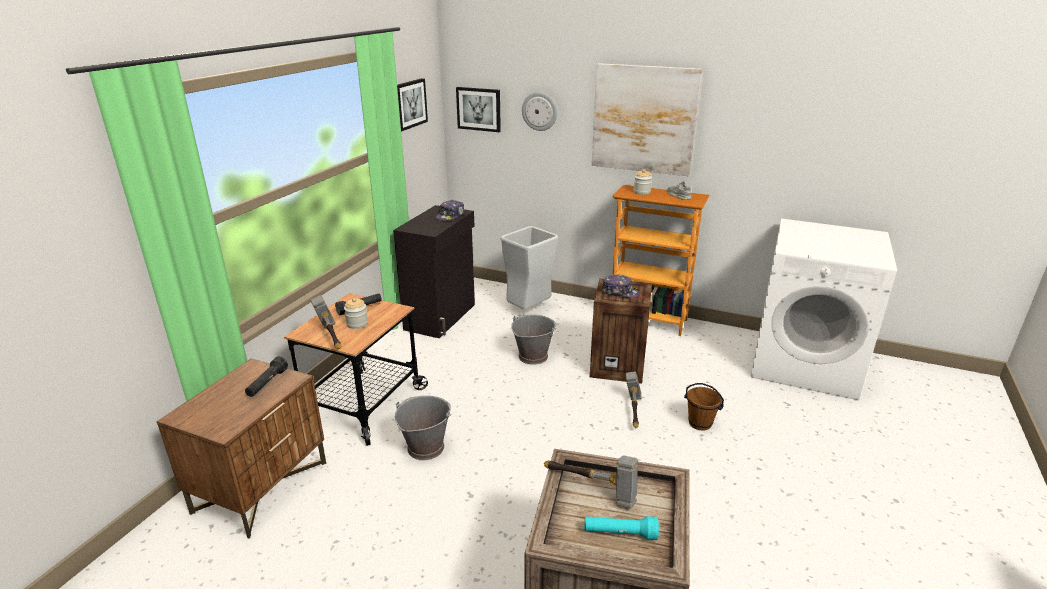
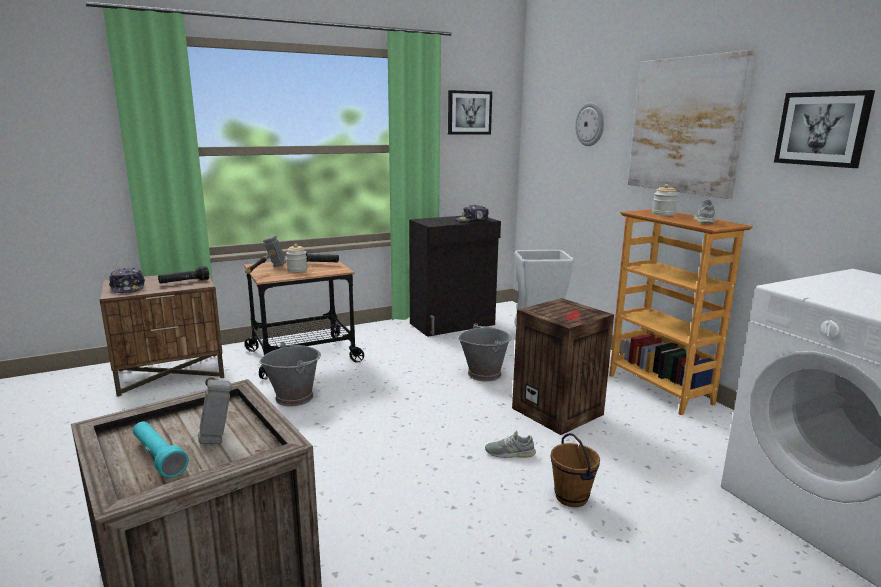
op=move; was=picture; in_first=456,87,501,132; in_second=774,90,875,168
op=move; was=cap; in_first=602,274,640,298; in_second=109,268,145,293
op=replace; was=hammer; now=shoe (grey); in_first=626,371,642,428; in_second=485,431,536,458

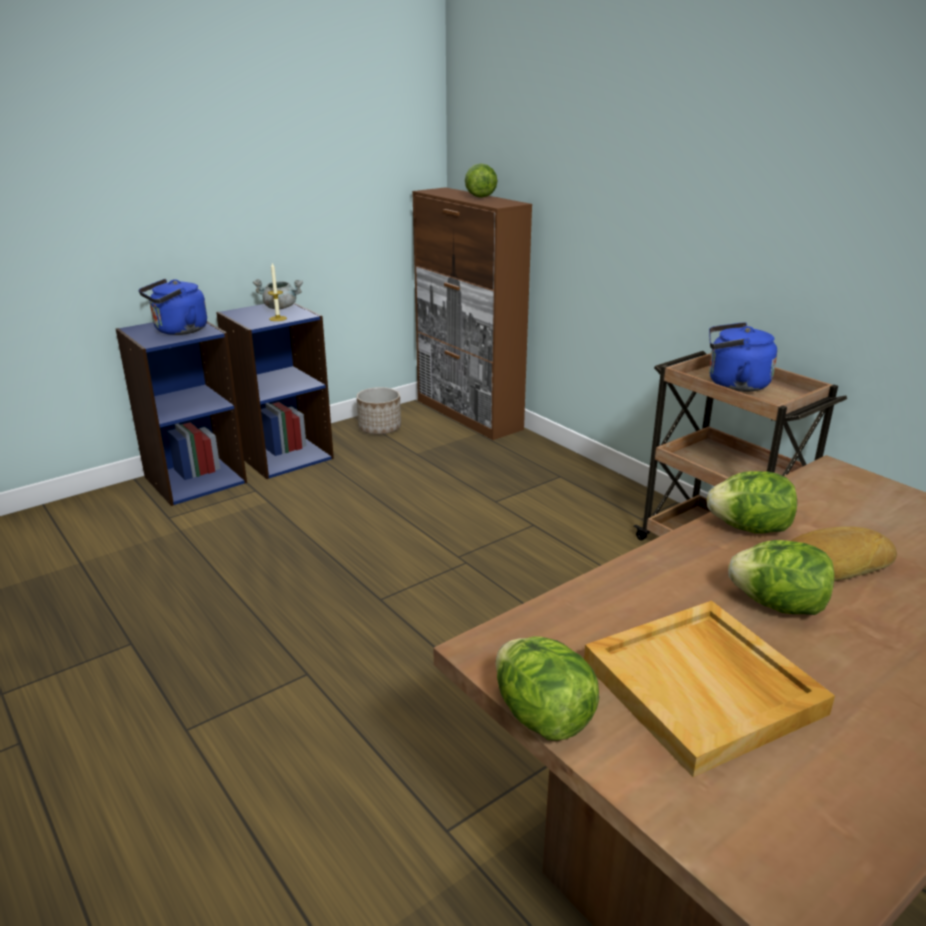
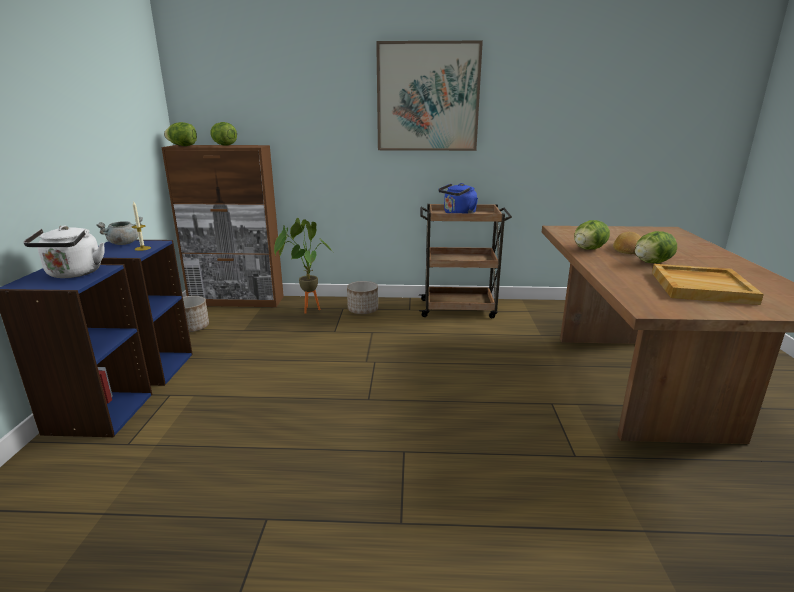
op=recolor; was=kettle (blue); now=kettle (white); in_first=138,279,207,335; in_second=23,225,105,278
op=move; was=lettuce; in_first=495,636,599,741; in_second=164,122,197,146
op=insert; now=potted plant; in_second=274,218,333,314
op=insert; now=planter; in_second=347,281,378,314
op=insert; now=picture; in_second=376,41,483,151

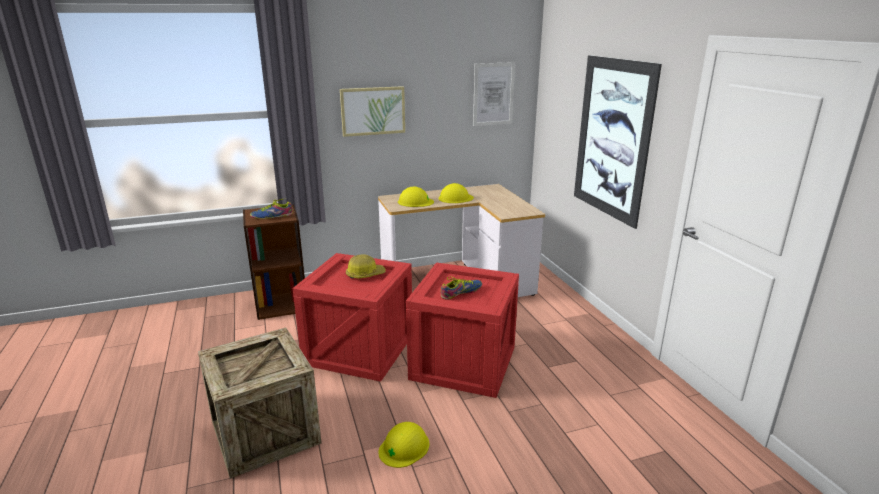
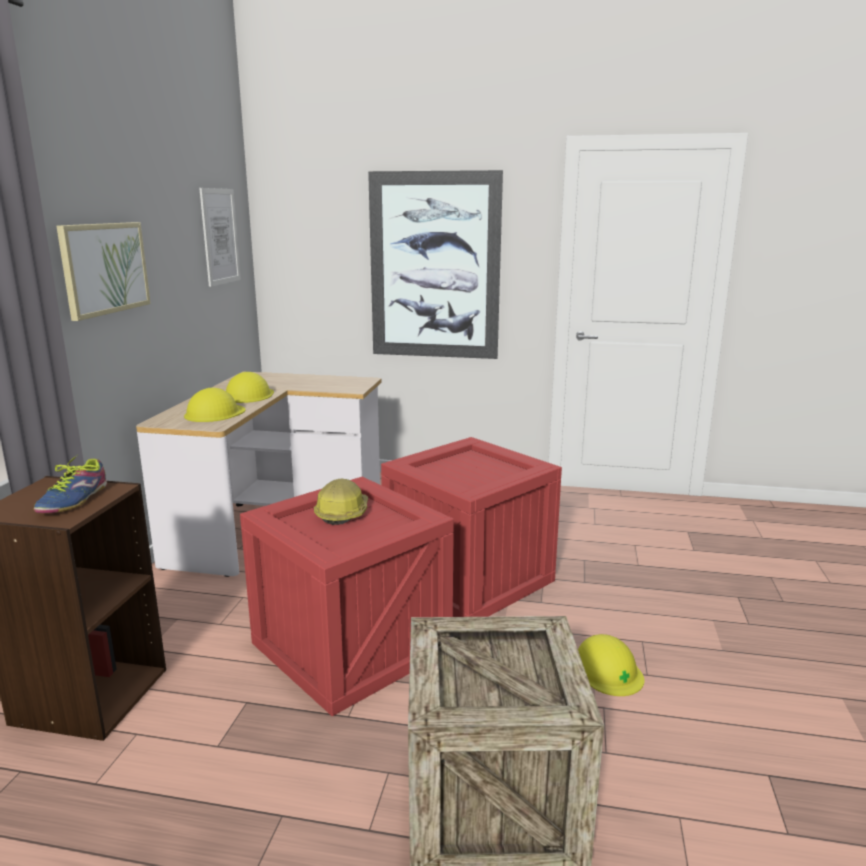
op=delete; was=shoe; in_first=441,277,482,300

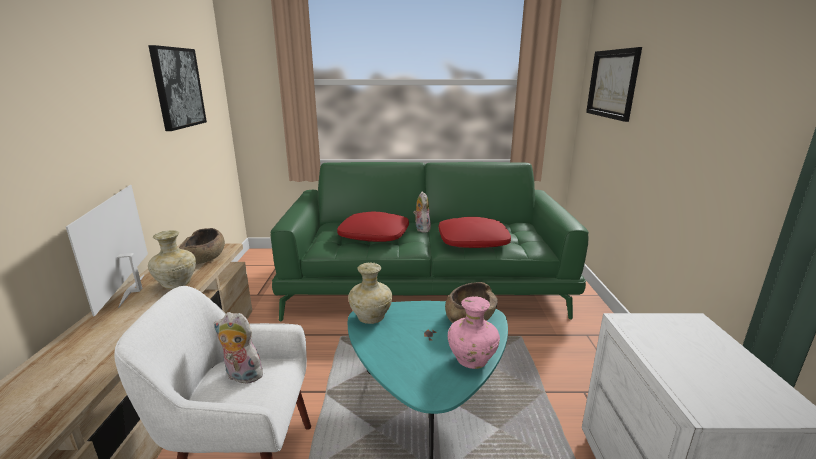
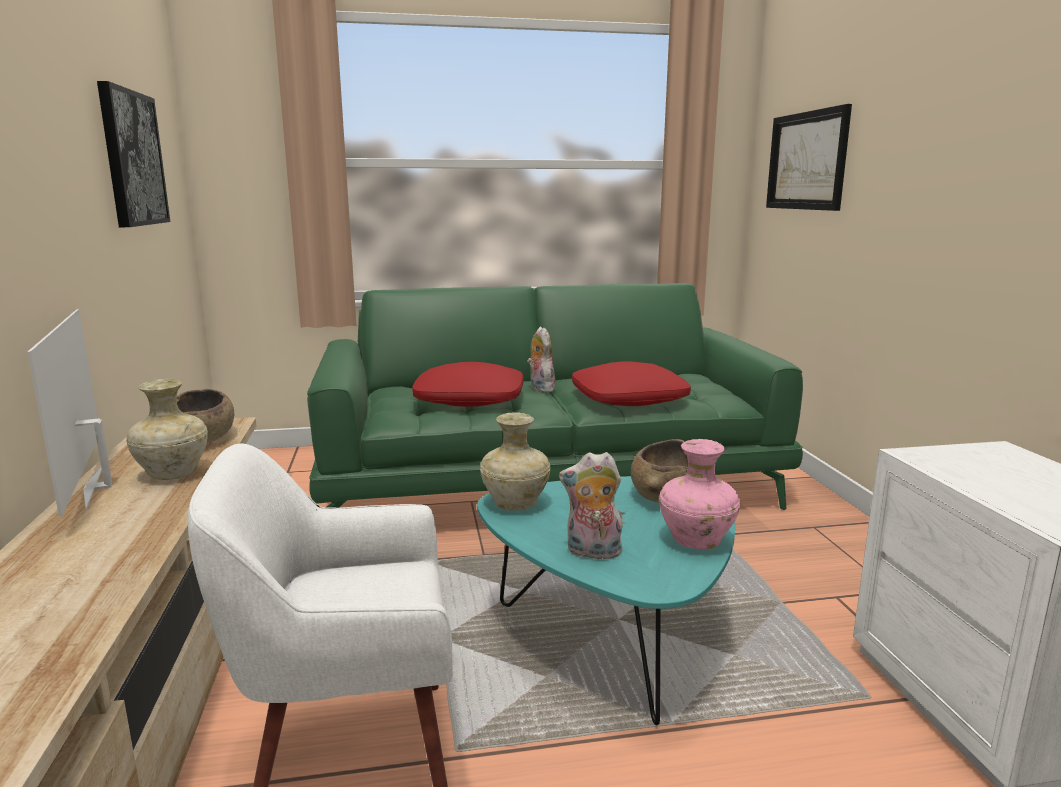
op=move; was=plush toy; in_first=214,312,263,384; in_second=559,452,623,559

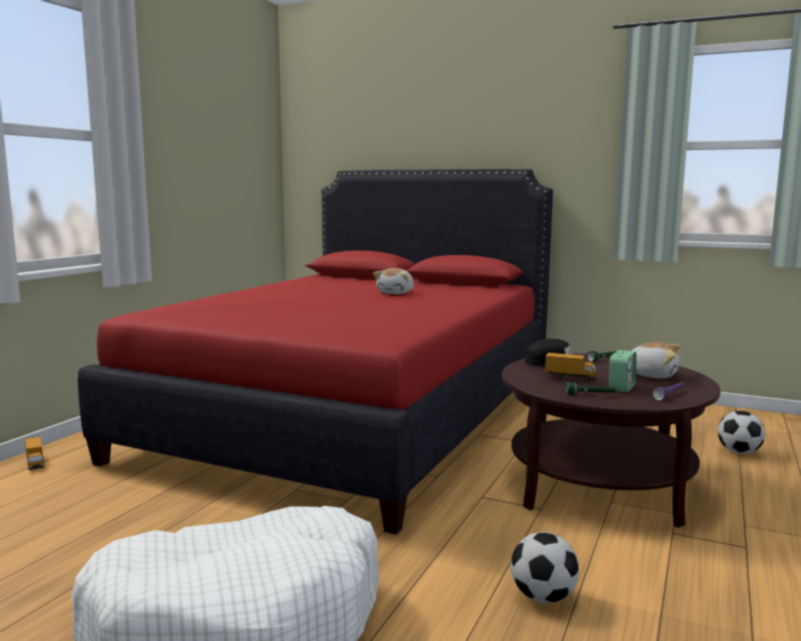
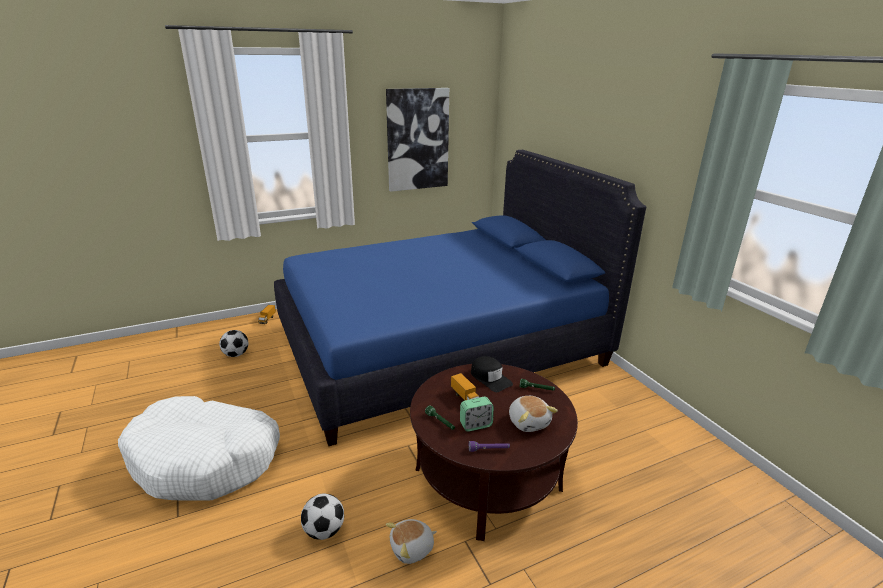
op=recolor; was=bed (red); now=bed (blue); in_first=78,169,553,535; in_second=274,150,646,446
op=move; was=plush toy; in_first=373,268,414,294; in_second=386,519,437,564
op=move; was=football; in_first=718,411,765,454; in_second=219,330,249,357
op=insert; now=picture; in_second=386,88,449,192

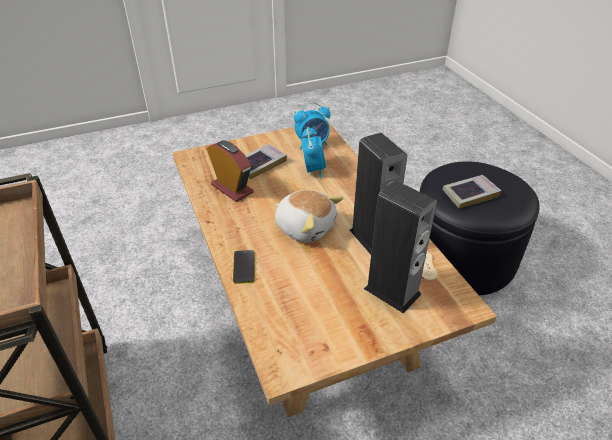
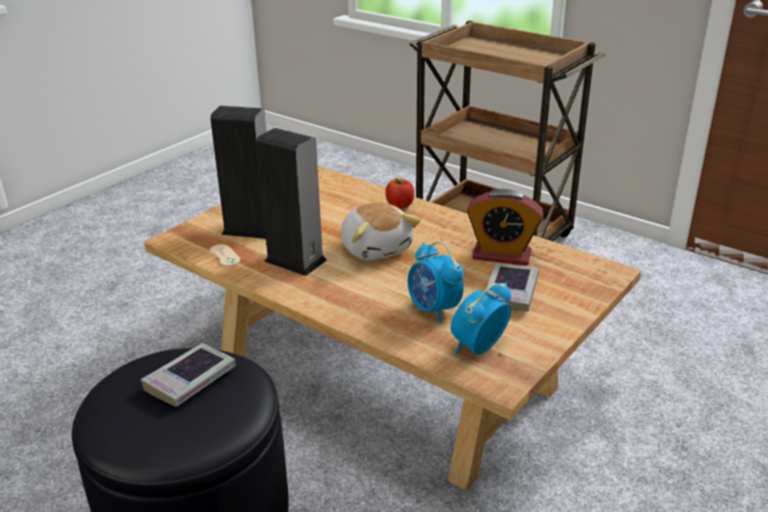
op=replace; was=phone; now=apple; in_first=233,250,255,284; in_second=385,178,414,209
op=rotate; was=plush toy; in_first=275,190,343,242; in_second=341,202,421,260; clockwise=-120

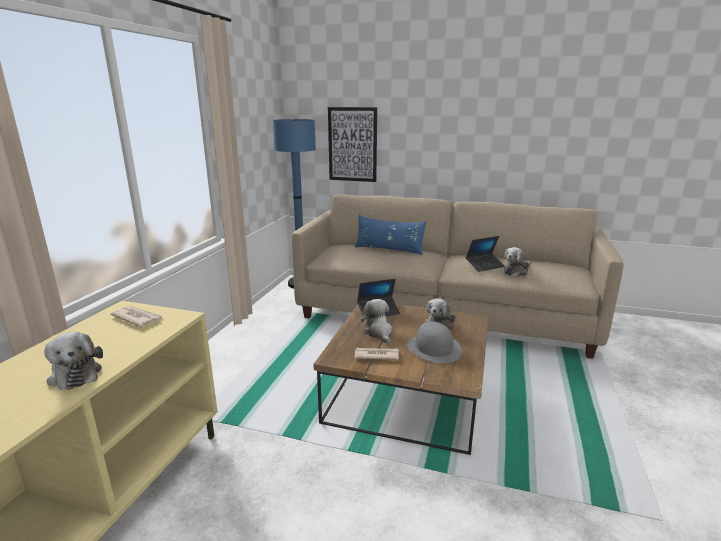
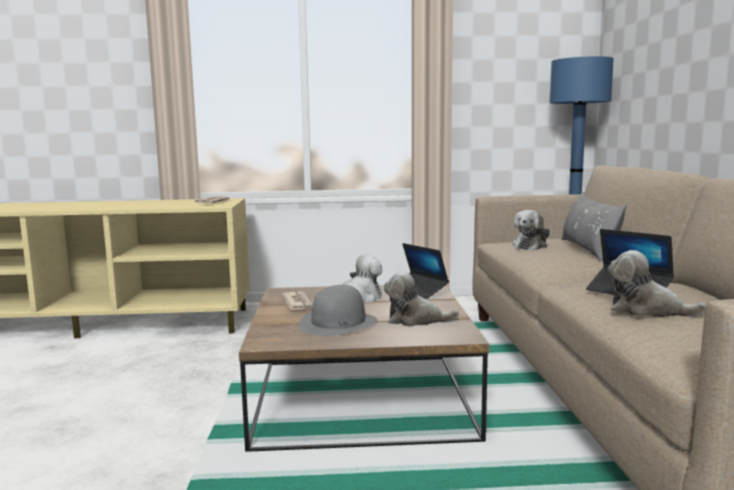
op=move; was=plush toy; in_first=44,332,103,390; in_second=512,210,550,250
op=delete; was=picture; in_first=328,107,377,182
op=recolor; was=pillow (blue); now=pillow (grey); in_first=355,215,426,255; in_second=562,191,626,262

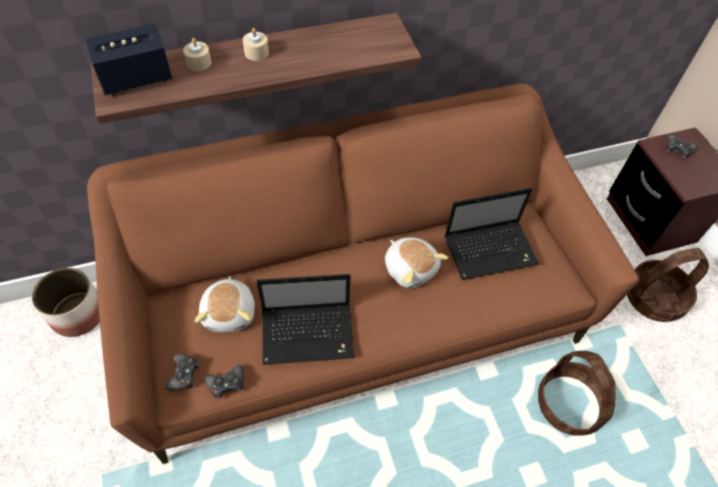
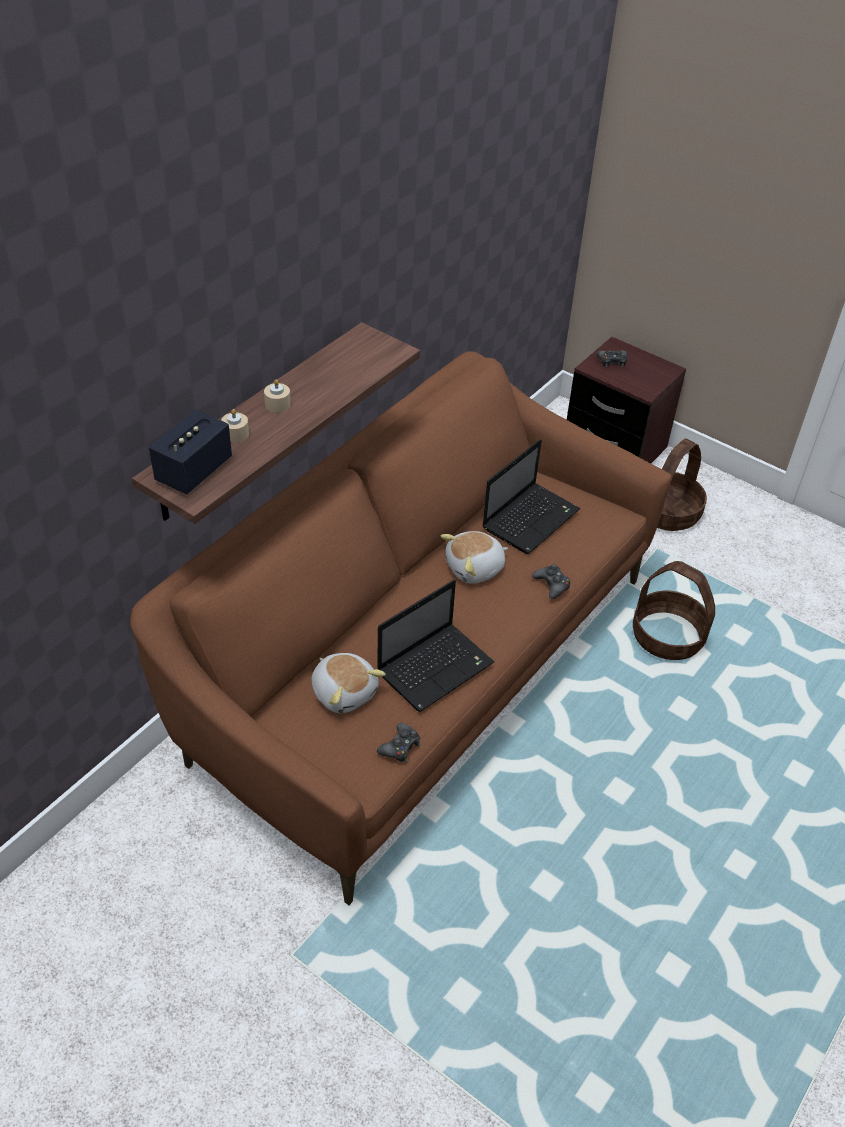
op=delete; was=planter; in_first=32,268,100,337
op=move; was=game controller (black); in_first=165,354,200,391; in_second=532,564,570,599
op=rotate; was=plush toy; in_first=385,237,449,288; in_second=441,531,508,584; clockwise=135

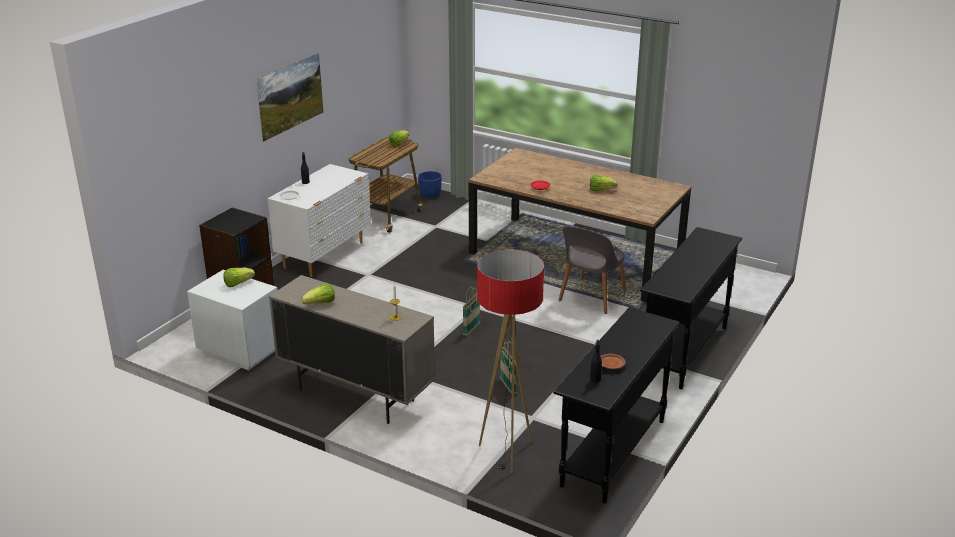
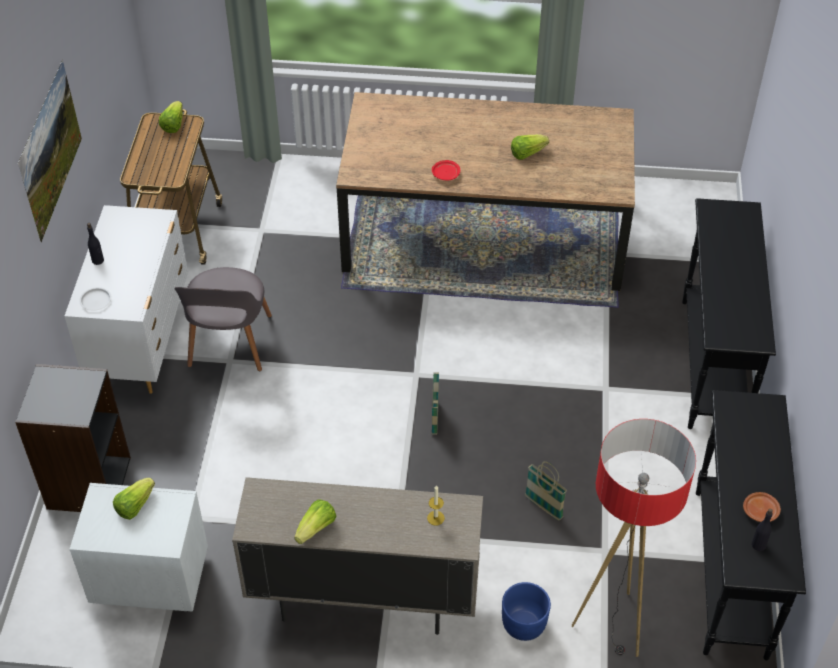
op=move; was=planter (blue); in_first=418,171,442,198; in_second=502,582,551,641
op=move; was=chair (grey); in_first=558,226,626,314; in_second=174,267,272,371

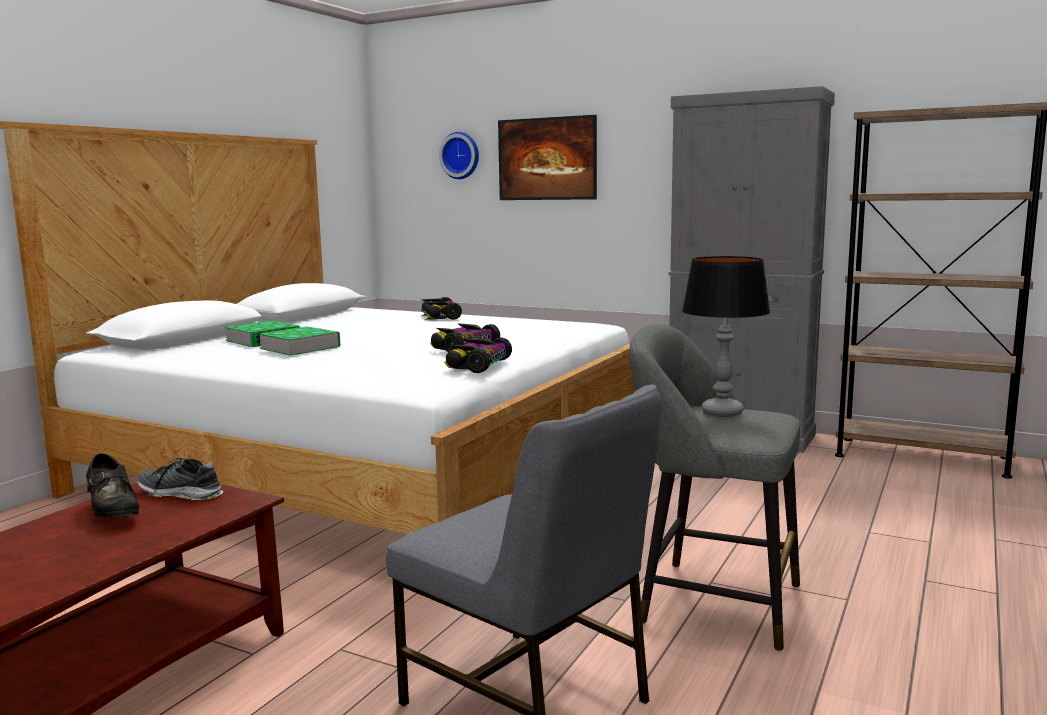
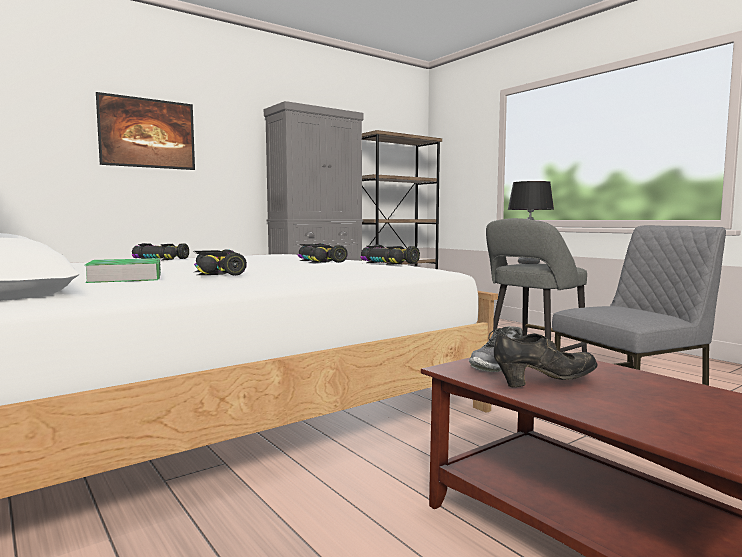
op=replace; was=book; now=toy car; in_first=259,326,341,356; in_second=194,249,247,275
op=delete; was=wall clock; in_first=439,132,479,179

